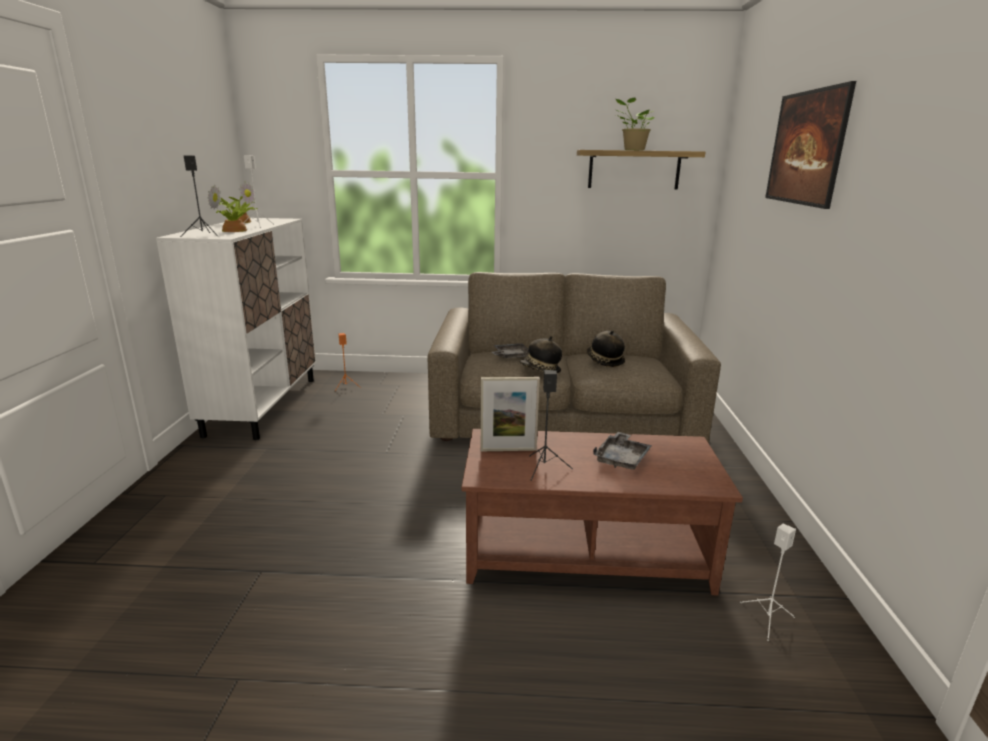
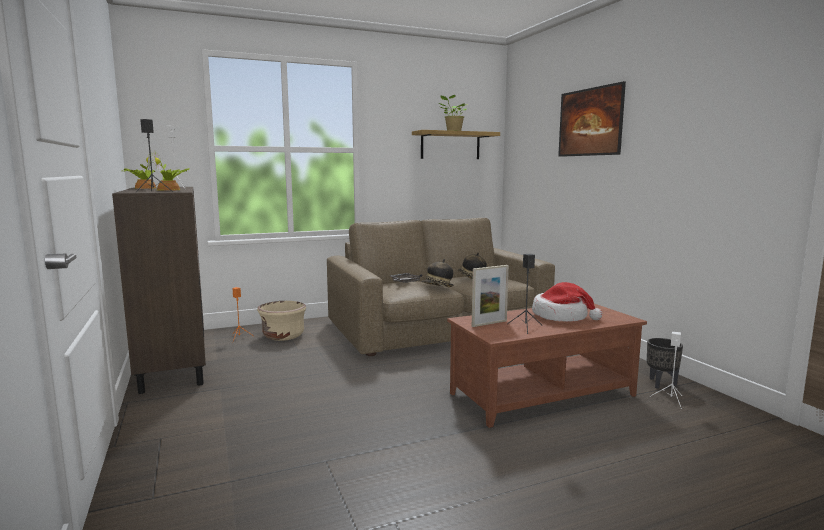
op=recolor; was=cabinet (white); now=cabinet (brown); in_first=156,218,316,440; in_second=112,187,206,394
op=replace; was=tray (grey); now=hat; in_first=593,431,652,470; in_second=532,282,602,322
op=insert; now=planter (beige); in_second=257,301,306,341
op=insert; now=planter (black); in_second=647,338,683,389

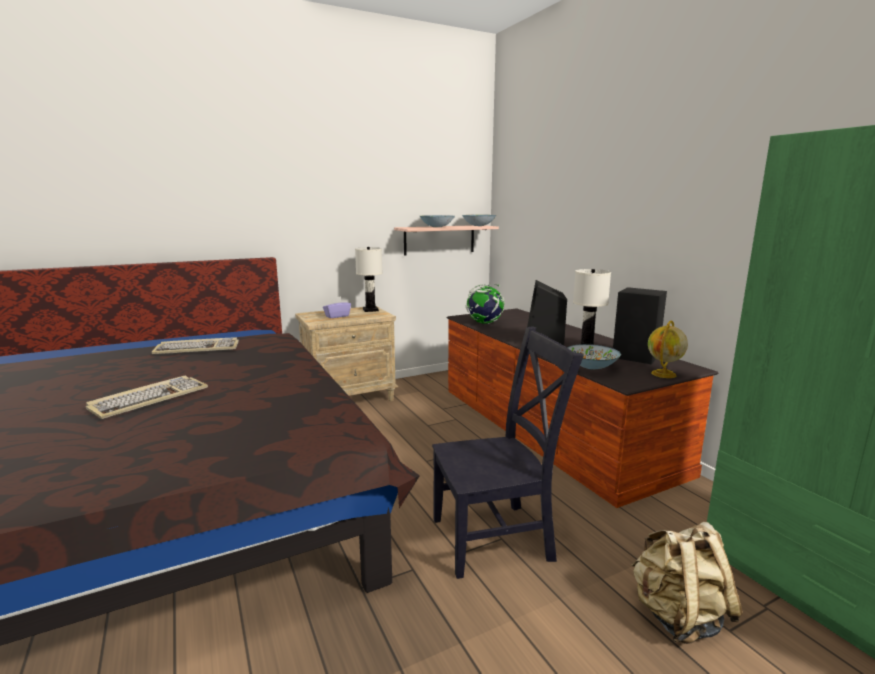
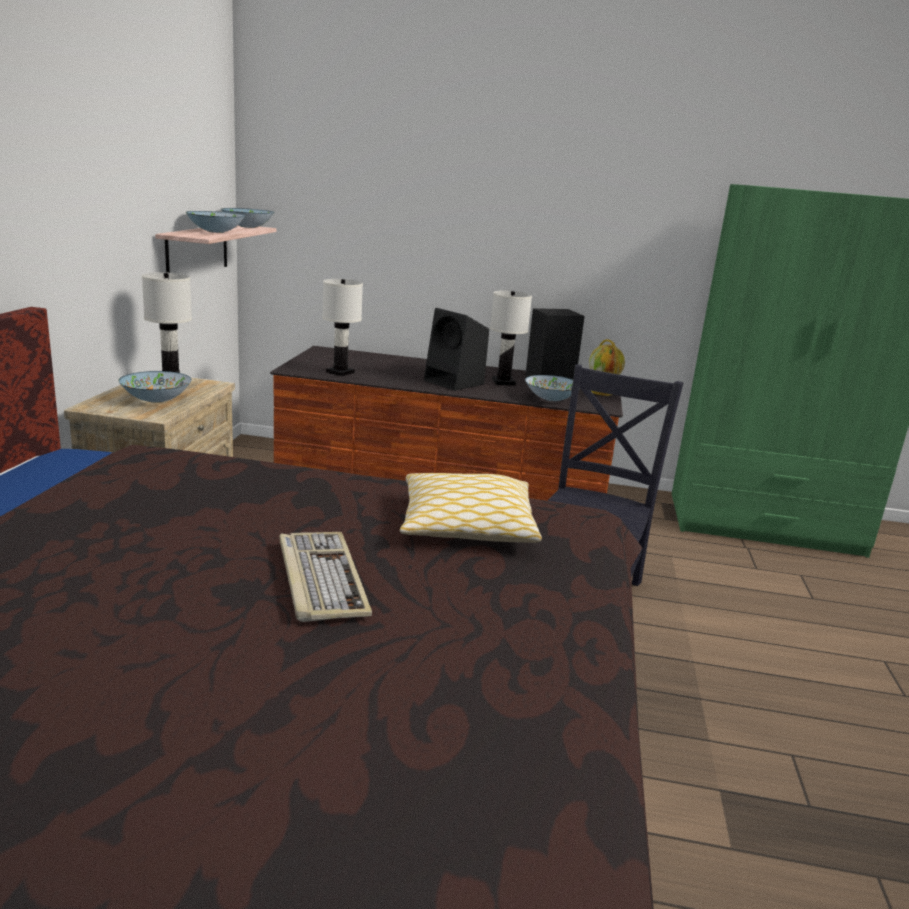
op=delete; was=keyboard; in_first=151,337,239,354
op=replace; was=tissue box (purple); now=bowl; in_first=323,296,351,318; in_second=118,371,192,403
op=replace; was=globe; now=table lamp (white); in_first=466,284,505,324; in_second=322,279,363,376
op=delete; was=backpack (beige); in_first=631,522,743,644
op=insert; now=pillow; in_second=400,473,542,543

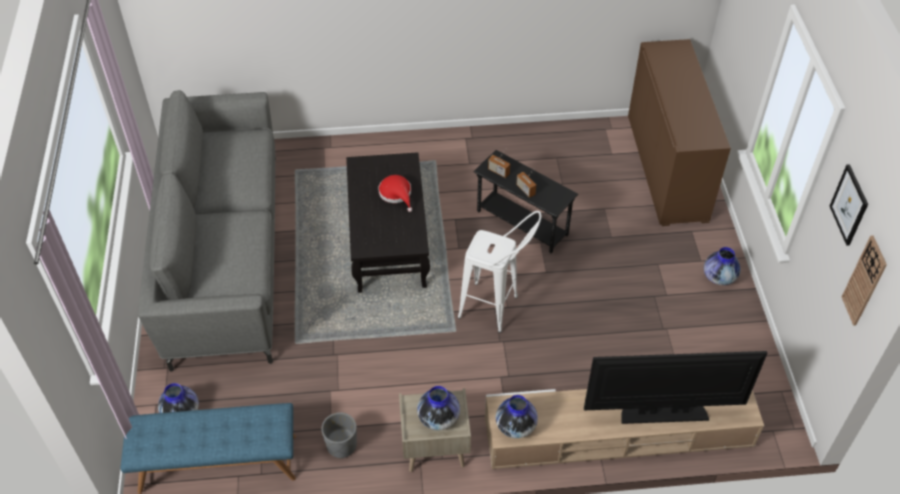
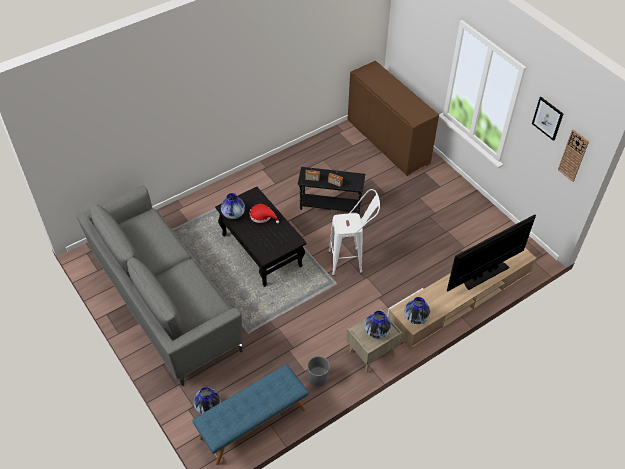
op=move; was=vase; in_first=704,247,741,285; in_second=221,193,245,219

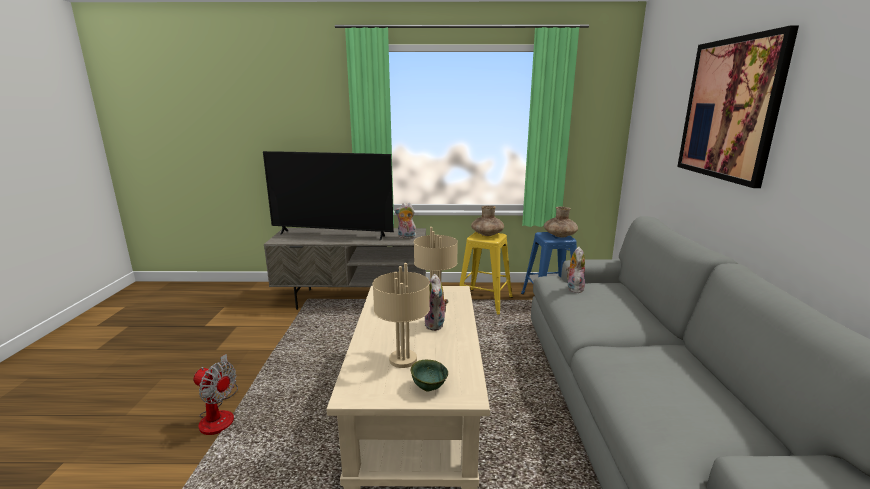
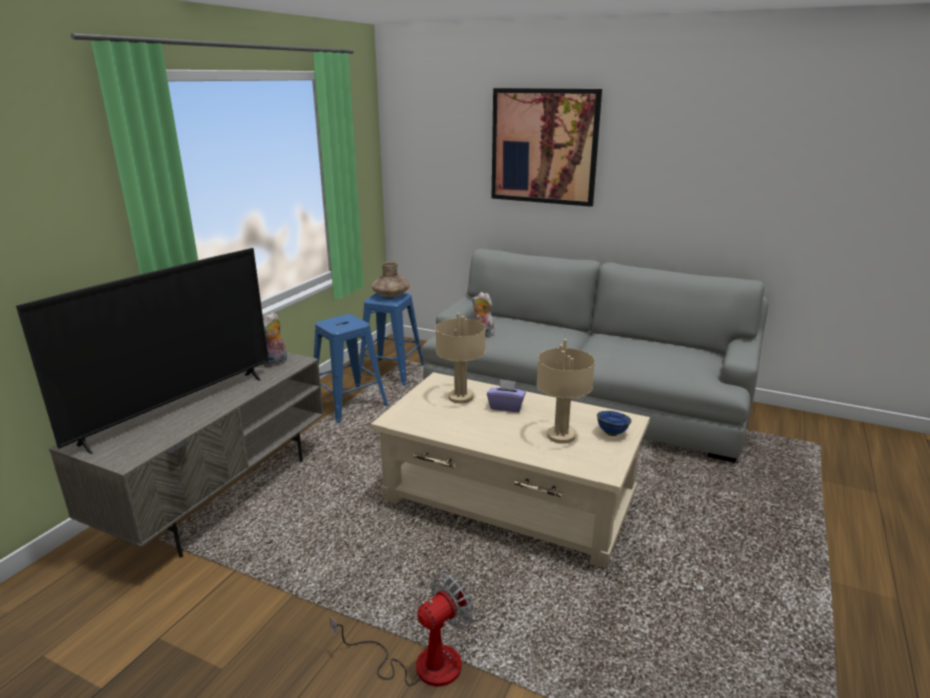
op=recolor; was=bowl (green); now=bowl (blue); in_first=410,360,448,391; in_second=597,411,631,436
op=replace; was=plush toy; now=tissue box (purple); in_first=424,274,448,331; in_second=487,379,526,412
op=recolor; was=stool (yellow); now=stool (blue); in_first=459,232,513,314; in_second=314,314,388,423
op=delete; was=vase (brown); in_first=471,206,504,236

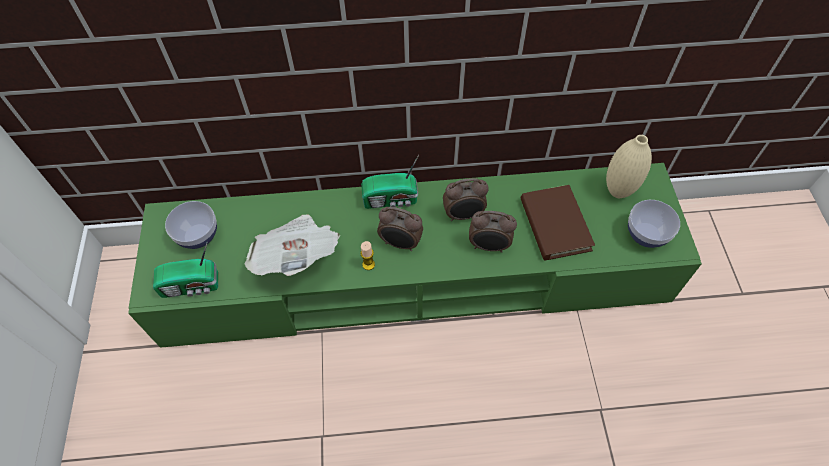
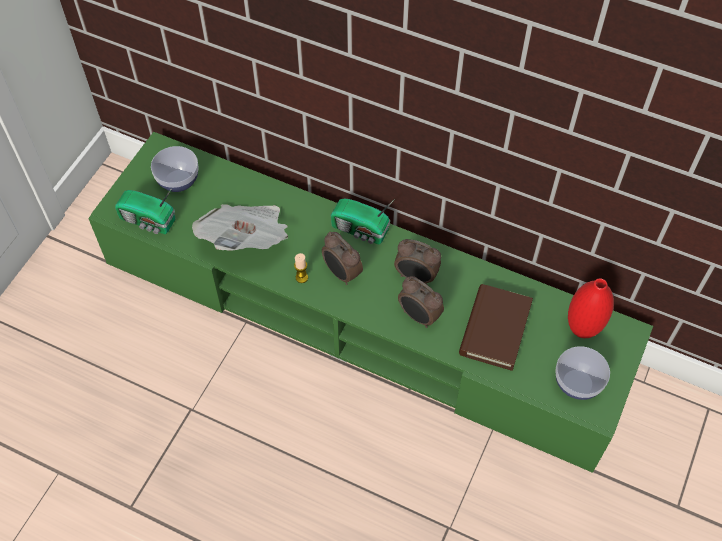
op=recolor; was=vase (beige); now=vase (red); in_first=606,135,652,198; in_second=568,278,614,338

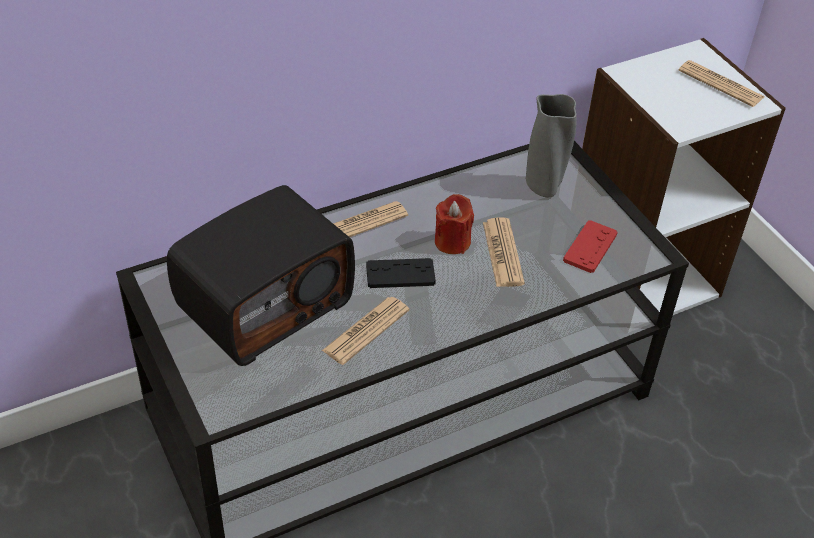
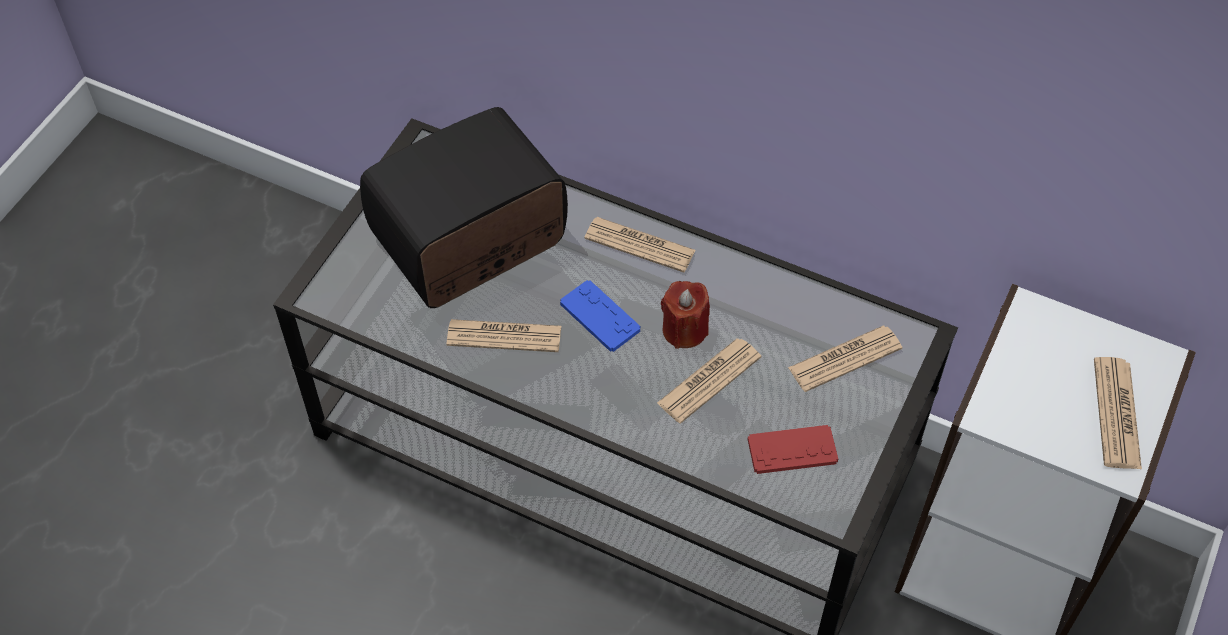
op=rotate; was=radio; in_first=167,185,355,366; in_second=360,107,568,308; clockwise=135
op=recolor; was=game controller (black); now=game controller (blue); in_first=366,258,436,288; in_second=560,280,640,352
op=replace; was=vase (grey); now=newspaper; in_first=526,94,577,197; in_second=788,325,902,392

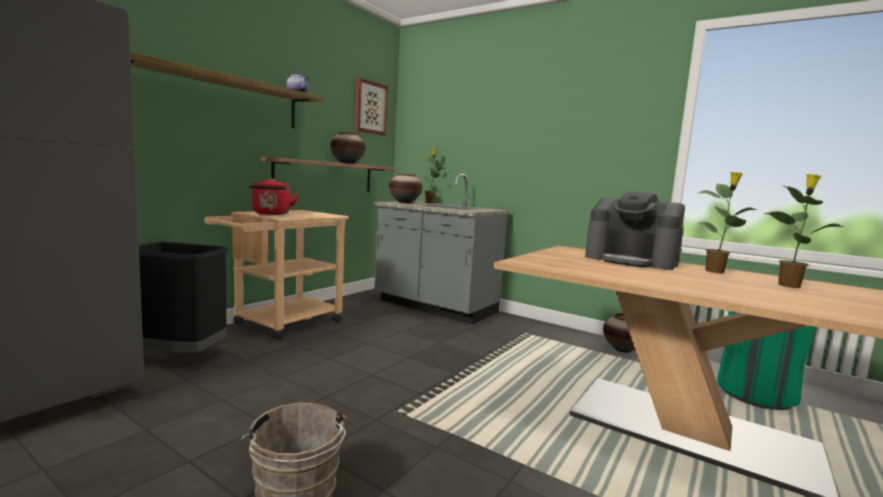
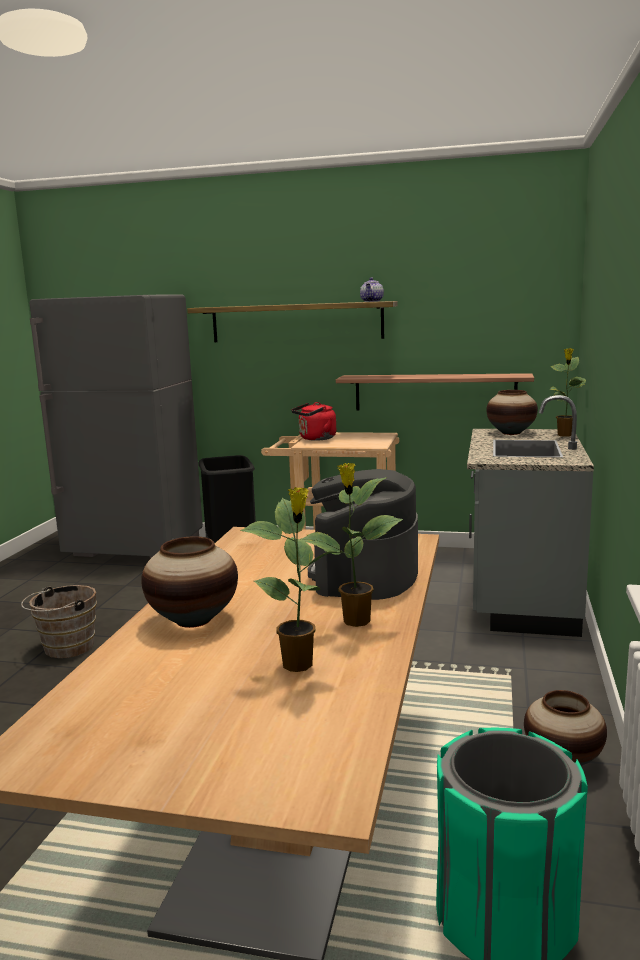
op=move; was=vase; in_first=330,132,366,164; in_second=141,536,238,628
op=delete; was=picture; in_first=355,78,388,135

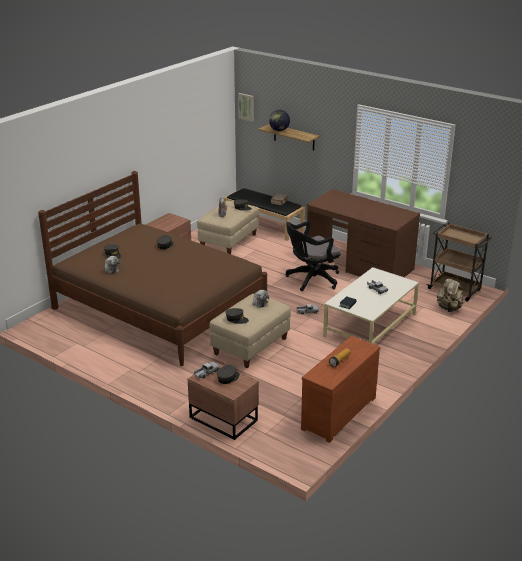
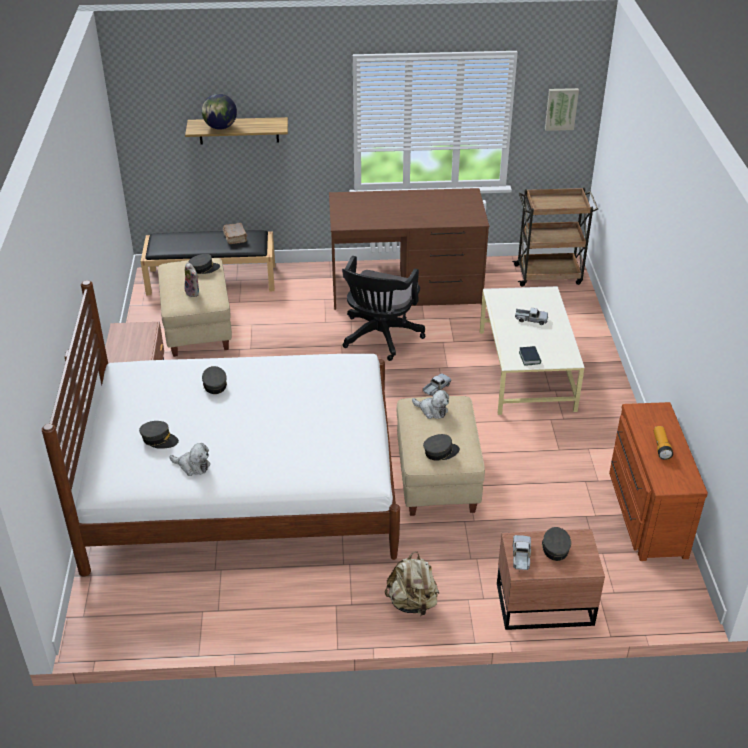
op=recolor; was=bed (brown); now=bed (white); in_first=38,171,267,366; in_second=42,280,400,576
op=move; was=picture; in_first=238,93,254,122; in_second=545,88,579,131
op=move; was=backpack (beige); in_first=437,276,463,312; in_second=384,552,440,616

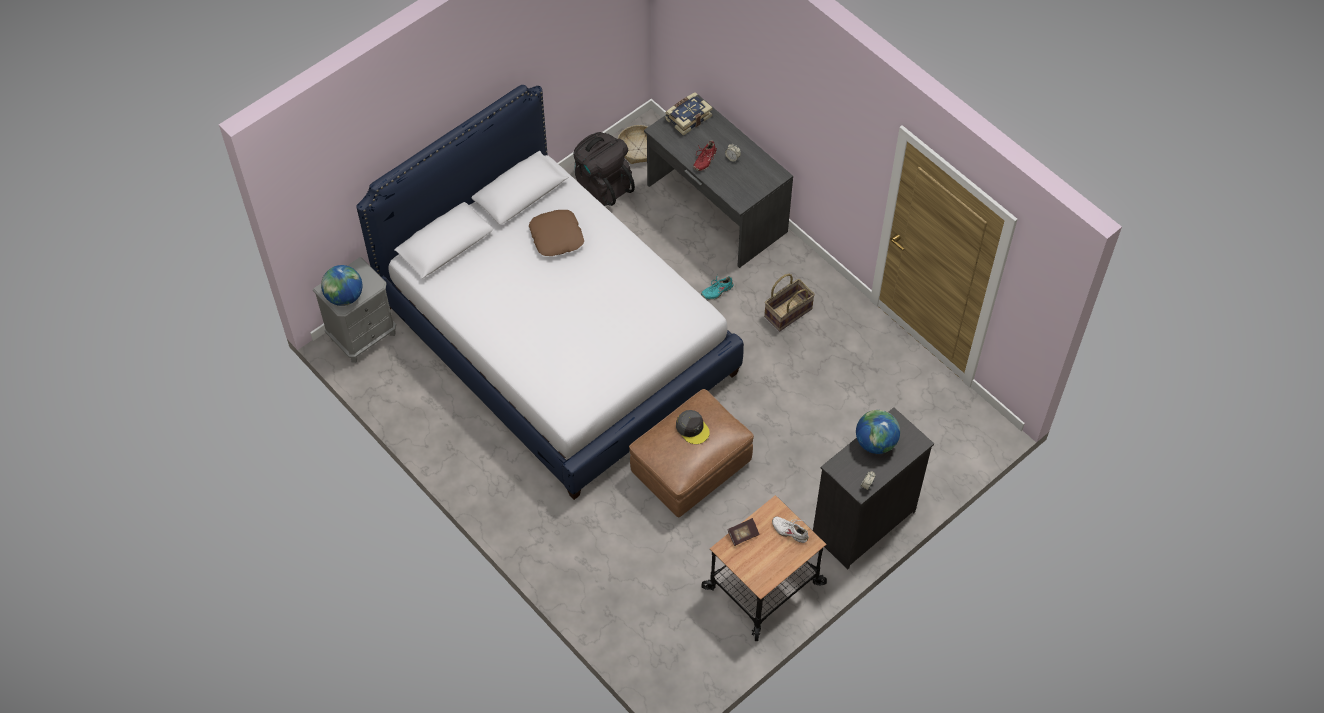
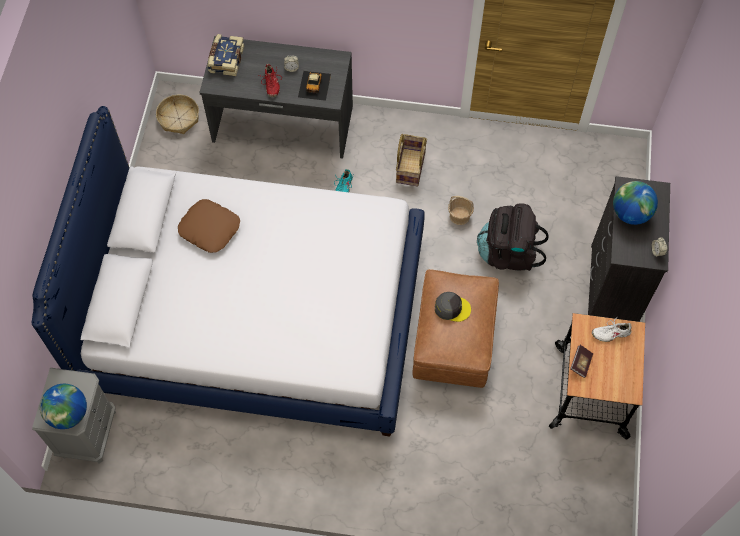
op=move; was=backpack (black); in_first=574,132,635,206; in_second=477,203,549,271
op=insert; now=toy car; in_second=298,71,331,101
op=insert; now=basket; in_second=448,196,474,225

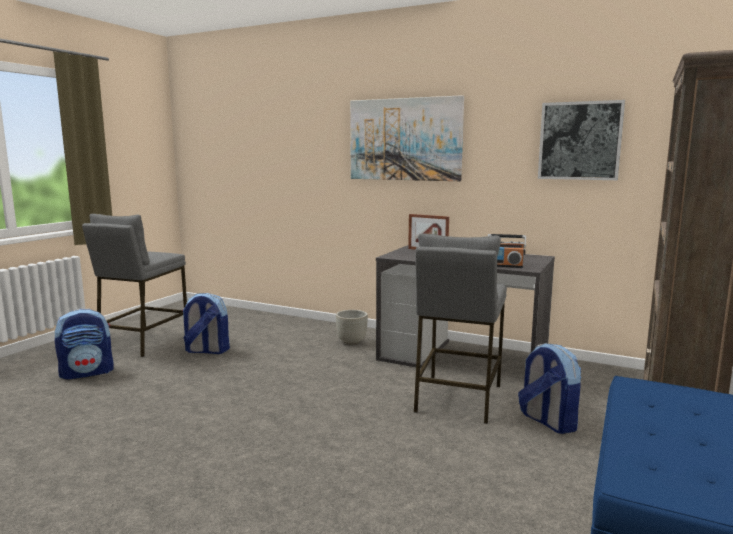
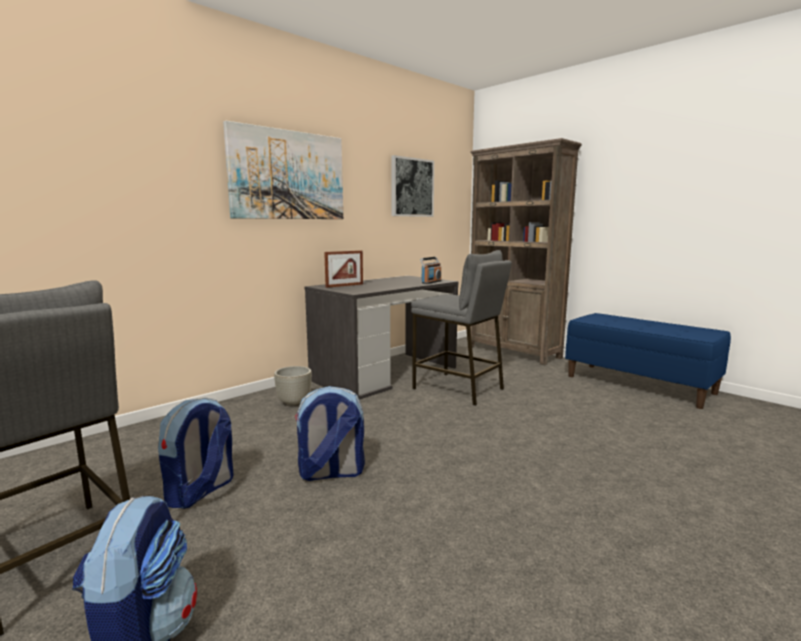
op=move; was=backpack; in_first=518,343,581,434; in_second=294,386,365,481

